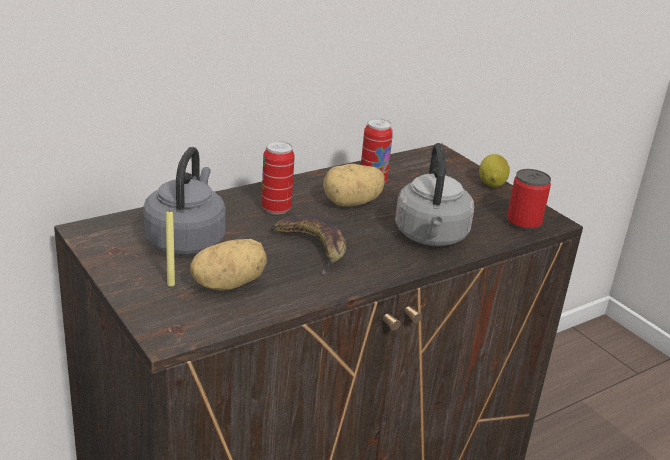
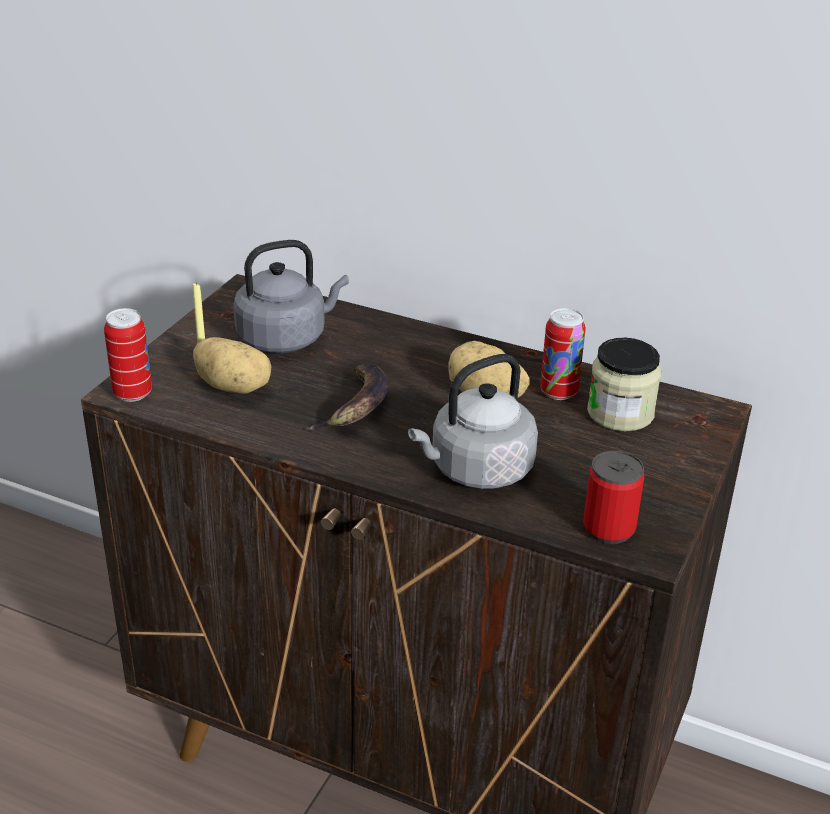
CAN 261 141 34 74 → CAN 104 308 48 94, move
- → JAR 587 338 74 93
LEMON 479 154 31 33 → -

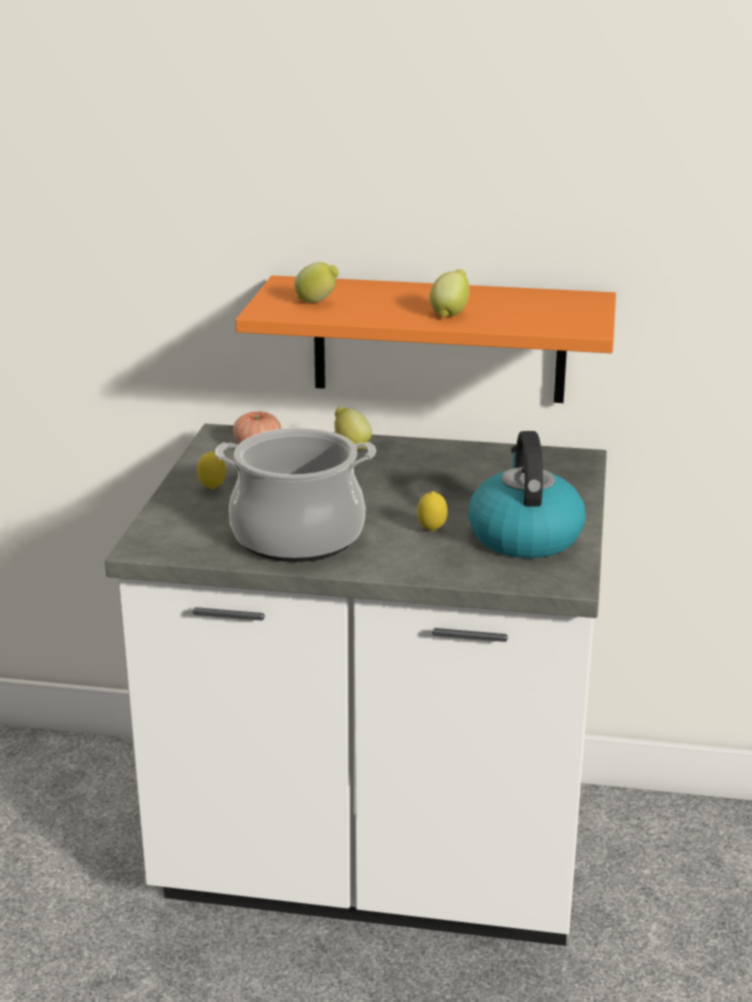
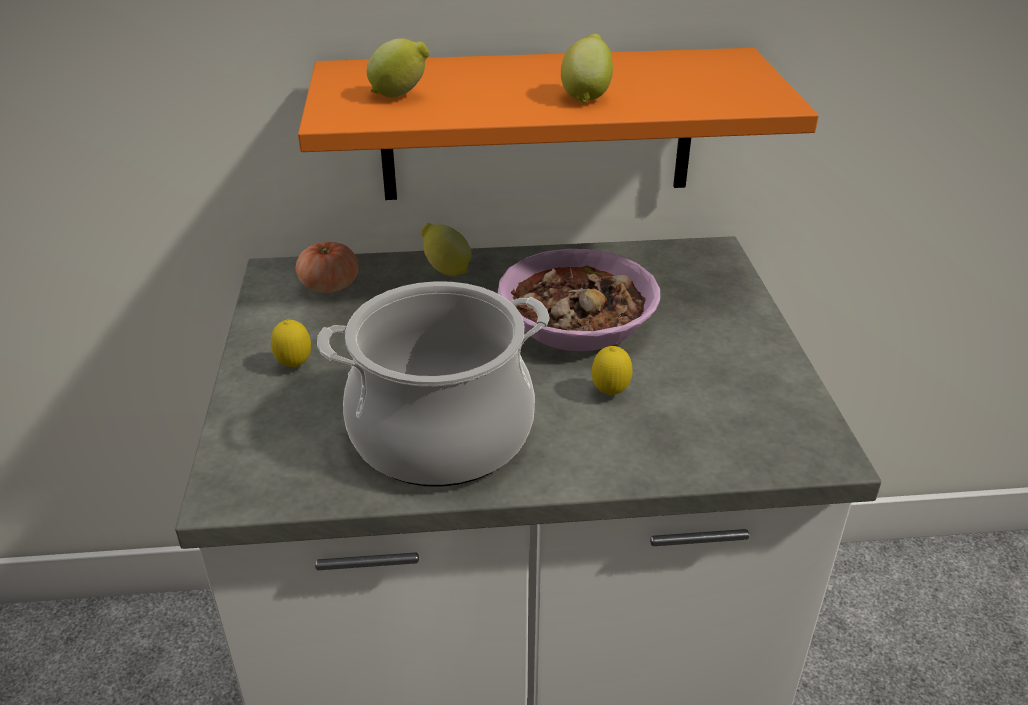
- → BOWL 498 249 162 102
KETTLE 468 431 118 127 → -

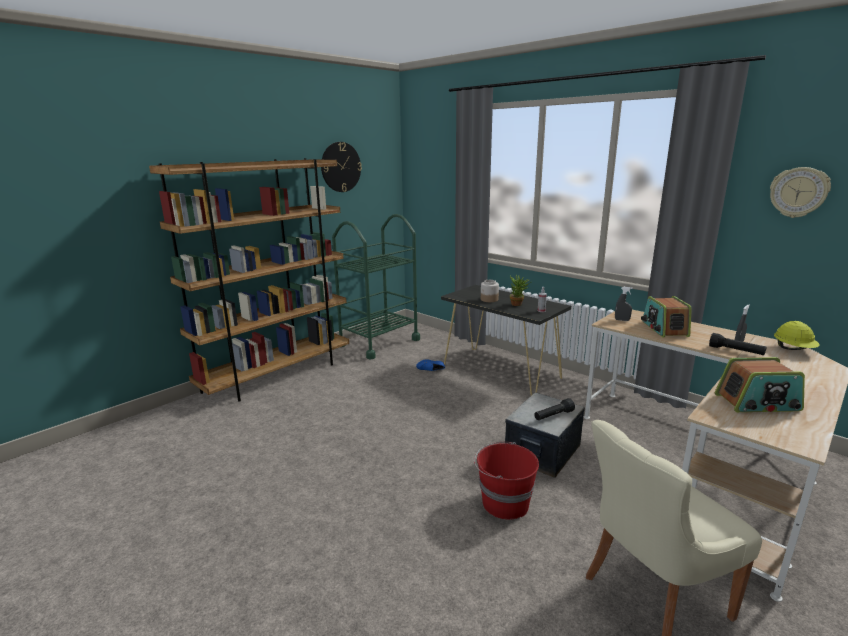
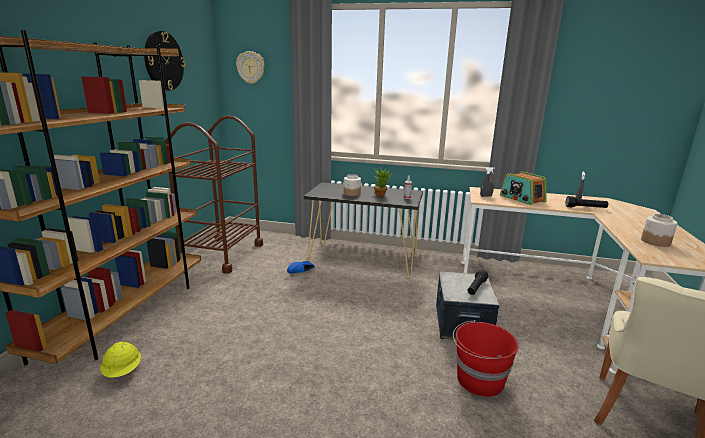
YELLOW HARD HAT 774 321 46 29 → YELLOW HARD HAT 100 342 41 36, move
GREEN CART 332 214 88 146 → BROWN CART 165 116 98 158
WALL CLOCK 770 167 61 51 → WALL CLOCK 236 51 29 33, move
RADIO 714 357 91 55 → JAR 641 214 37 33

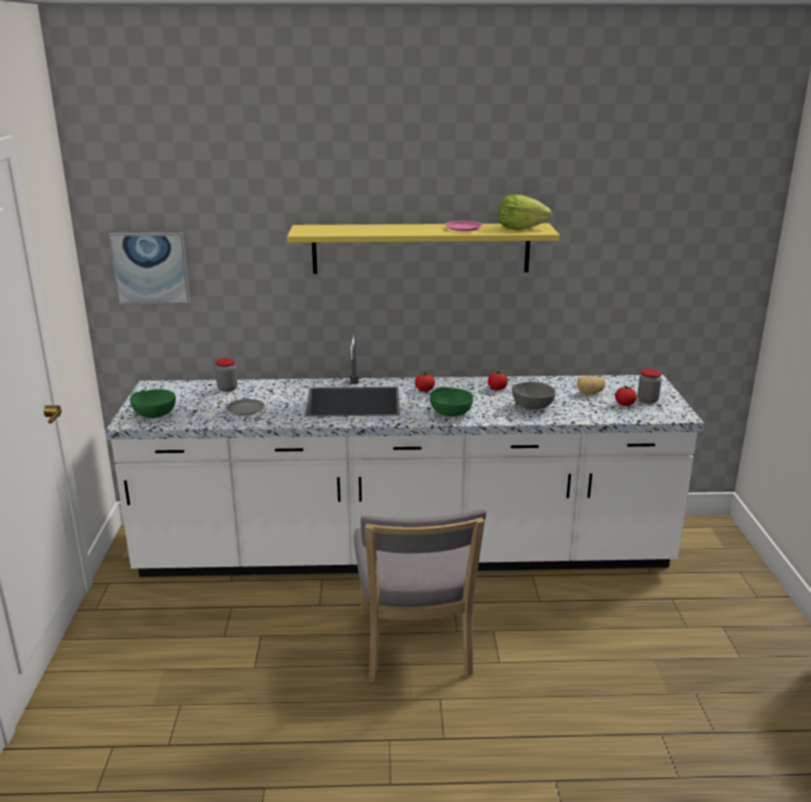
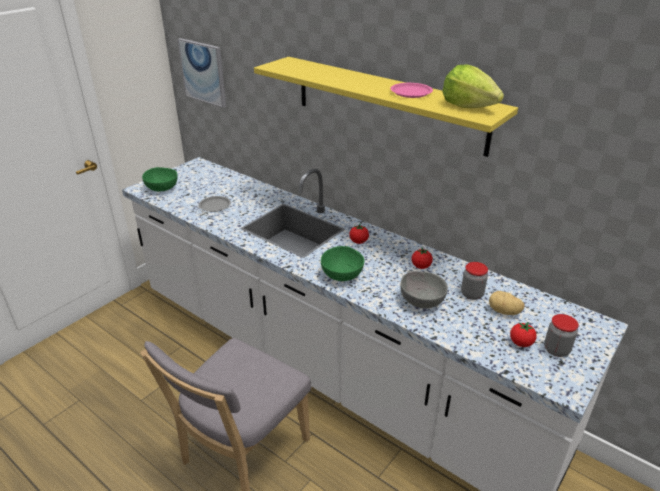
JAR 215 358 23 34 → JAR 461 262 27 38, move

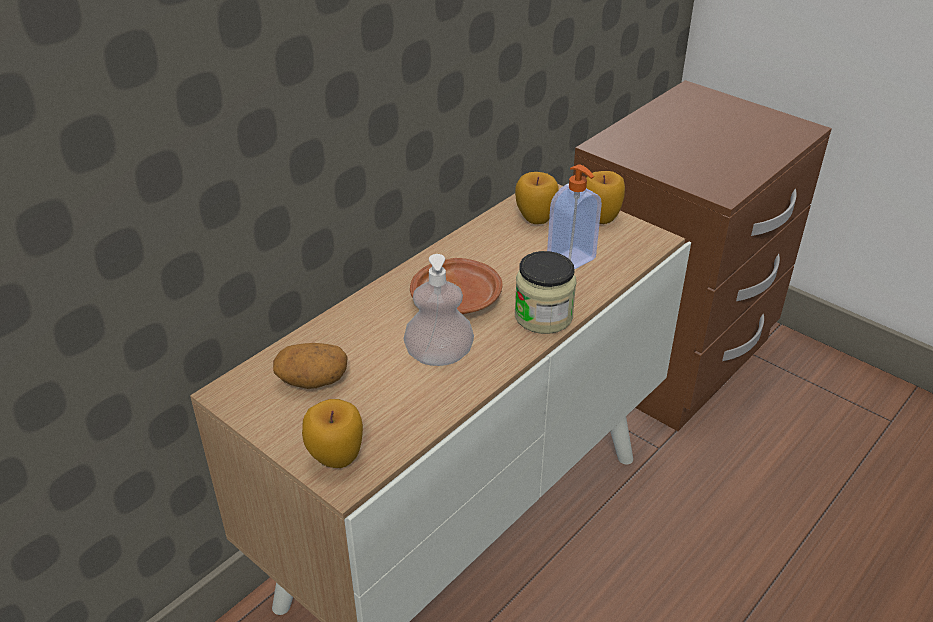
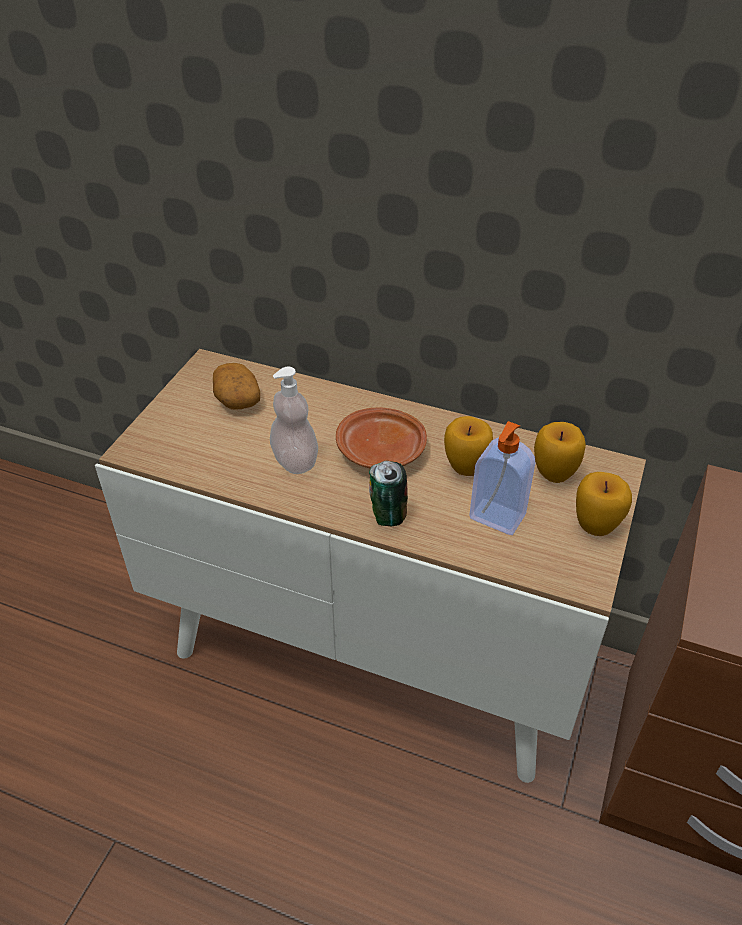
JAR 515 251 61 83 → CAN 369 461 39 65
APPLE 302 399 61 69 → APPLE 444 416 49 60, move

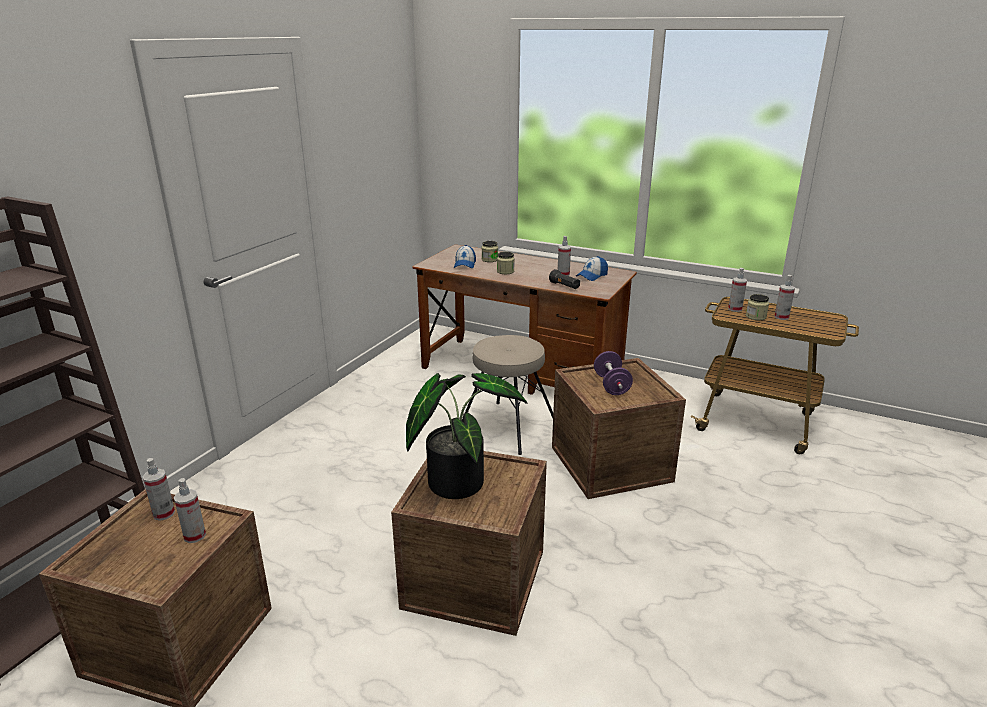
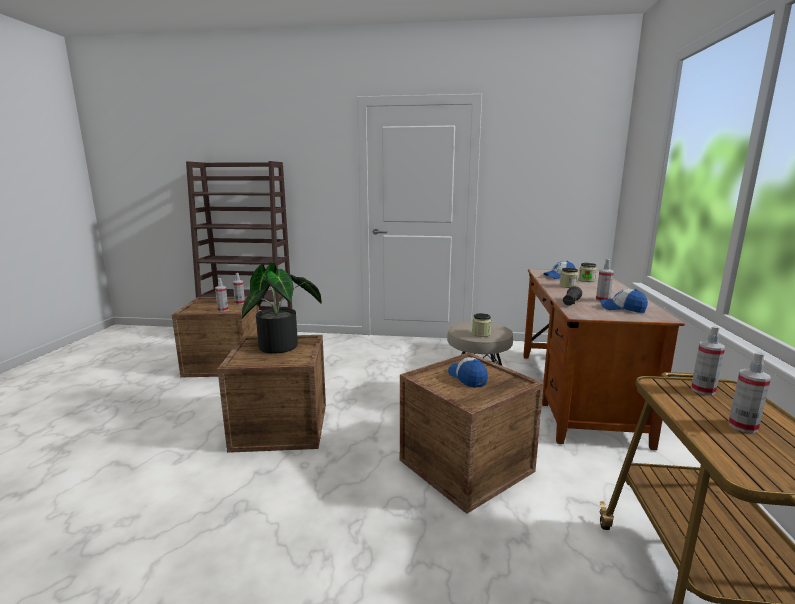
PURPLE DUMBBELL 594 351 39 44 → CAP 448 357 40 31
JAR 746 294 23 26 → JAR 472 313 19 24, move

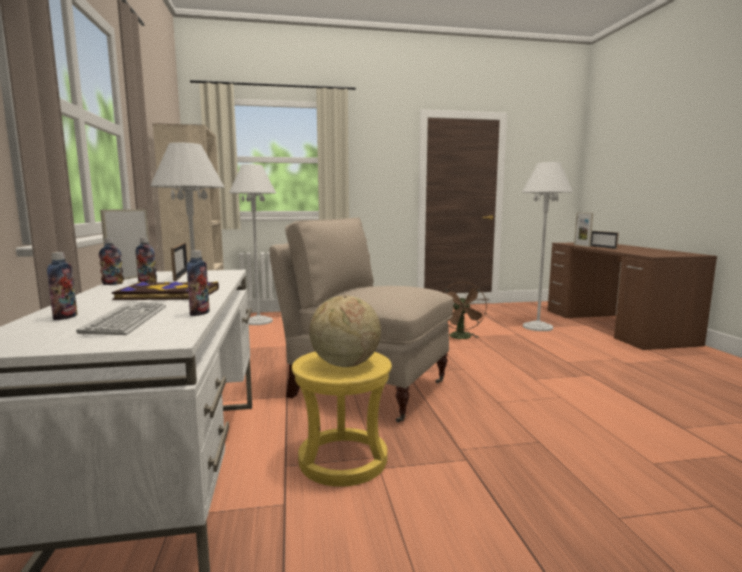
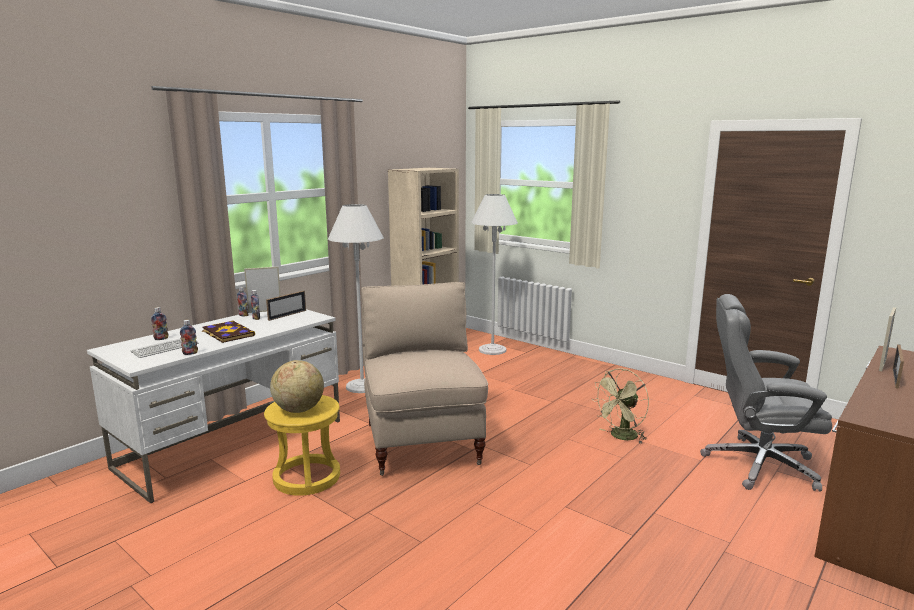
BROWN FAN 442 282 45 57 → GREEN FAN 592 368 57 75
WHITE FLOOR LAMP 522 162 51 169 → GREY OFFICE CHAIR 700 294 132 197

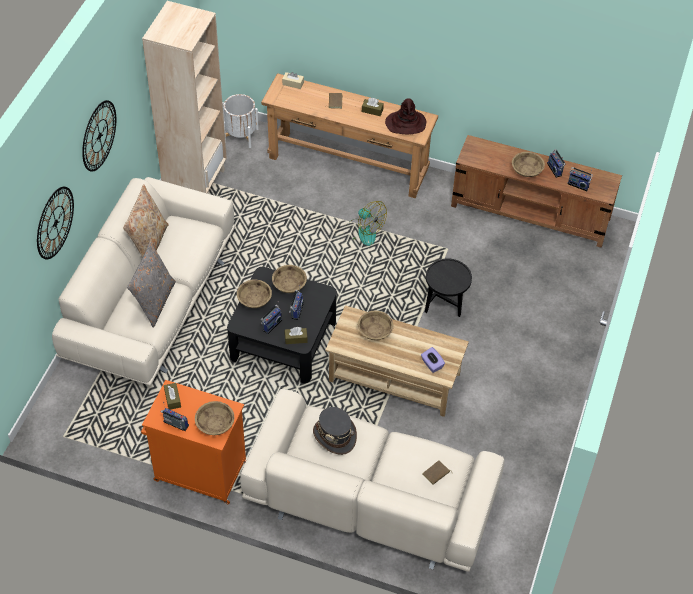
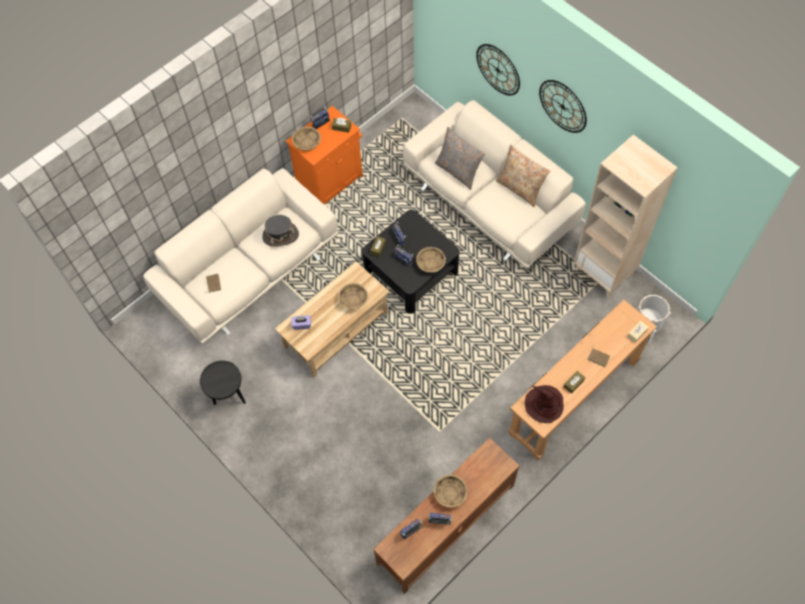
BLACK SIDE TABLE 425 258 47 59 → BLACK SIDE TABLE 200 360 46 45, move
BEIGE BOWL 237 280 35 28 → -
FAN 351 201 36 45 → -

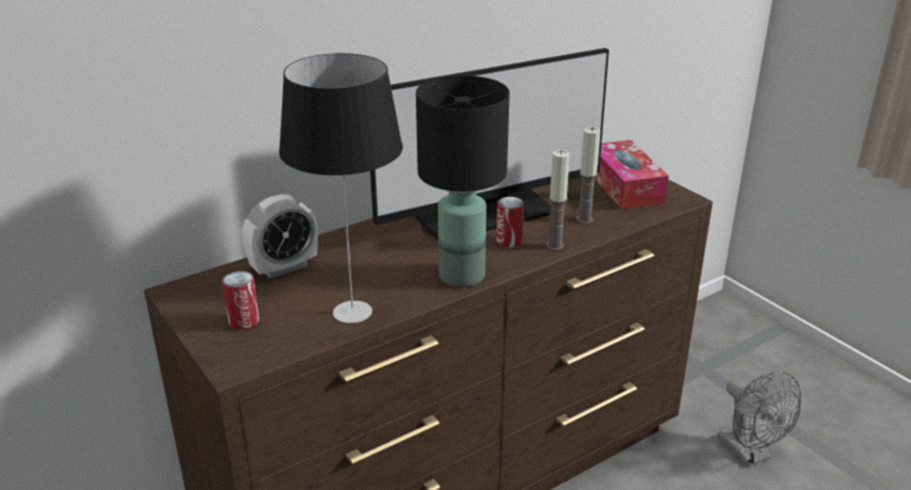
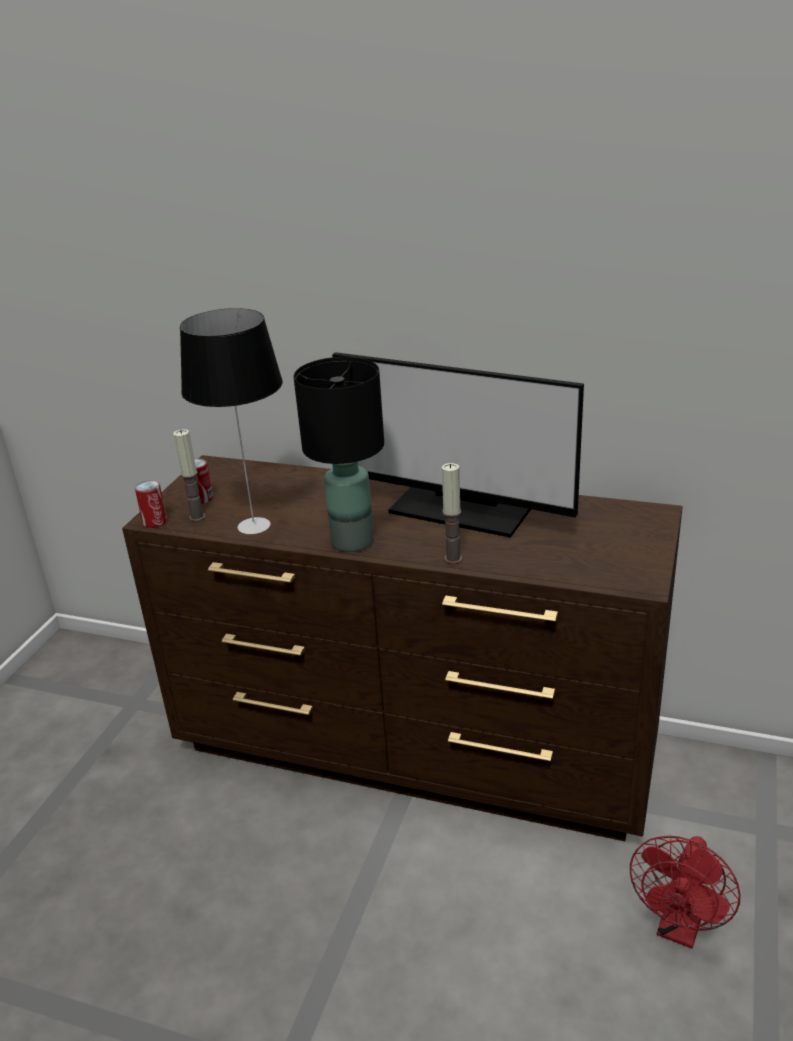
CAN 496 197 28 51 → CAN 135 480 32 48, move
CANDLE 576 127 24 97 → CANDLE 173 429 33 92, move
GREY FAN 718 371 83 96 → RED FAN 630 836 111 113
ALARM CLOCK 242 194 76 85 → -
TISSUE BOX 595 140 74 69 → -

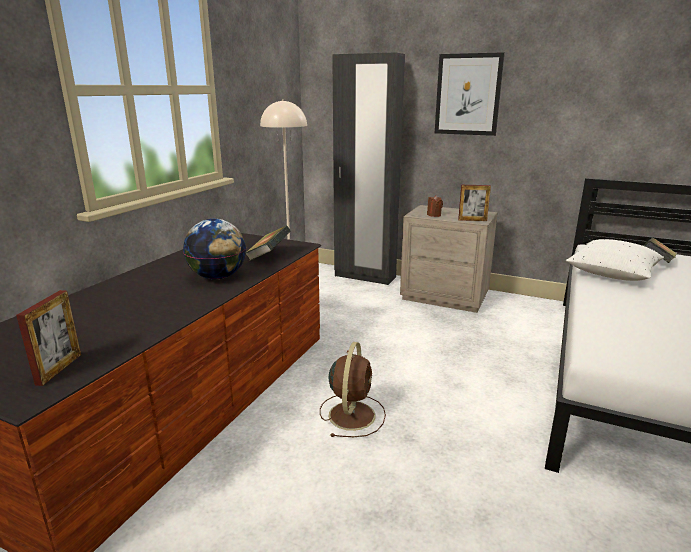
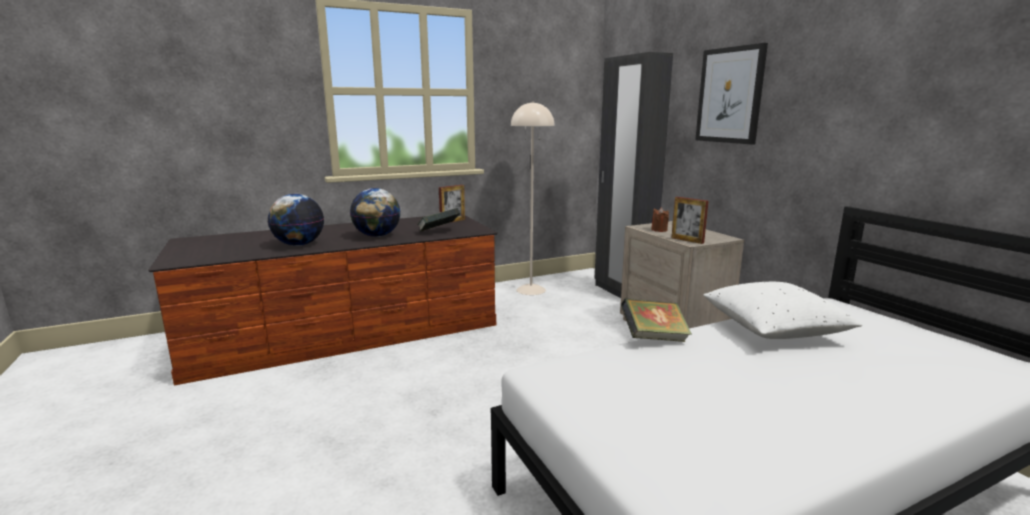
- → GLOBE 268 194 56 52
PICTURE FRAME 16 290 65 96 → PICTURE FRAME 439 185 26 37, move
BOOK 644 238 33 25 → BOOK 621 298 71 44, move
BROWN FAN 320 342 66 95 → -

